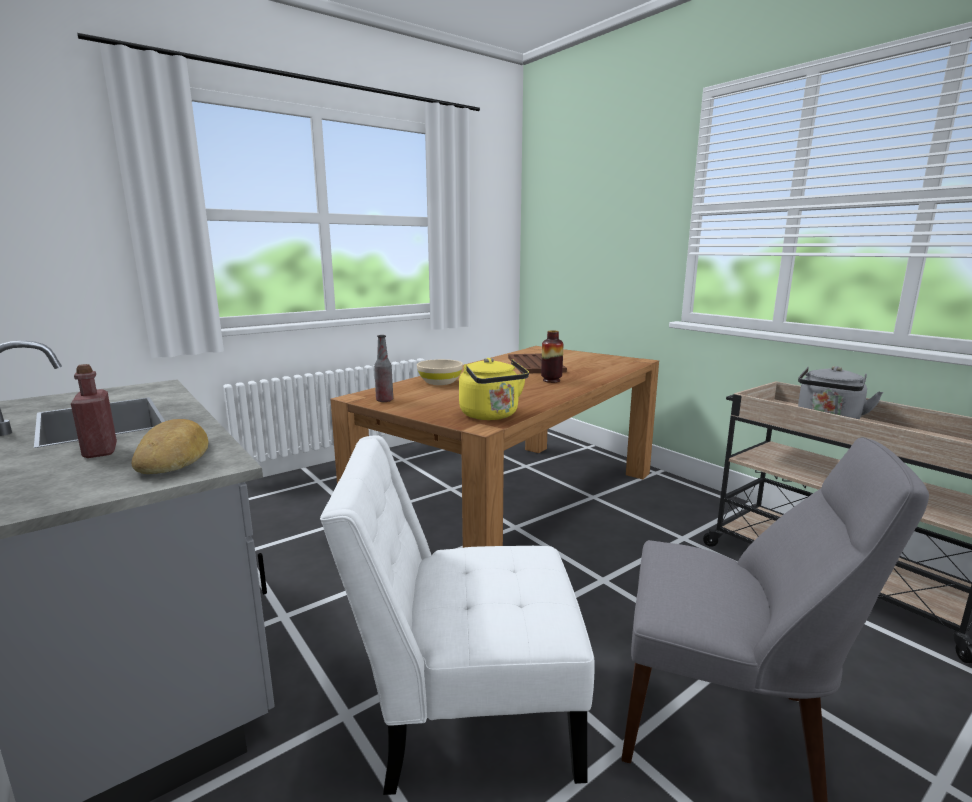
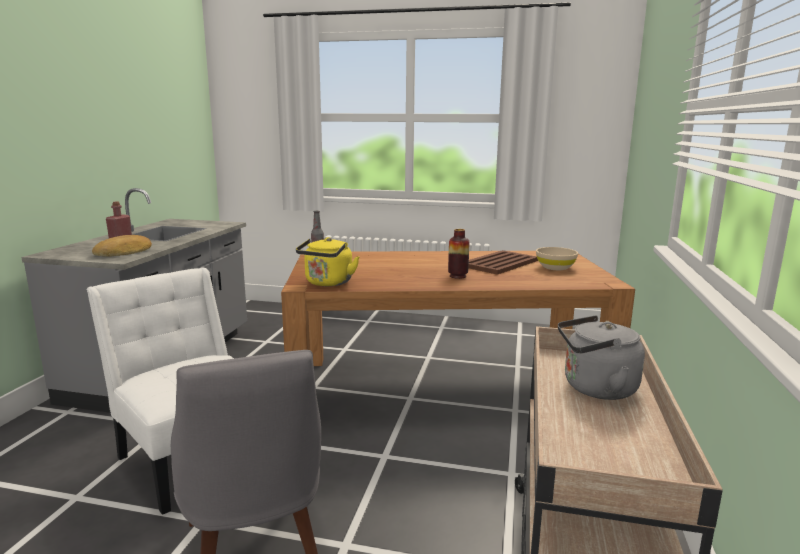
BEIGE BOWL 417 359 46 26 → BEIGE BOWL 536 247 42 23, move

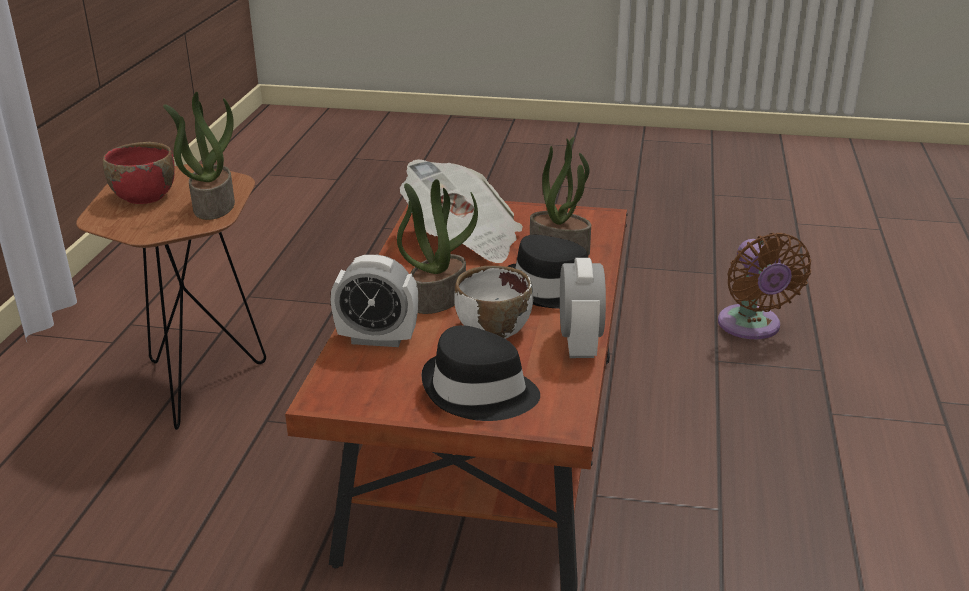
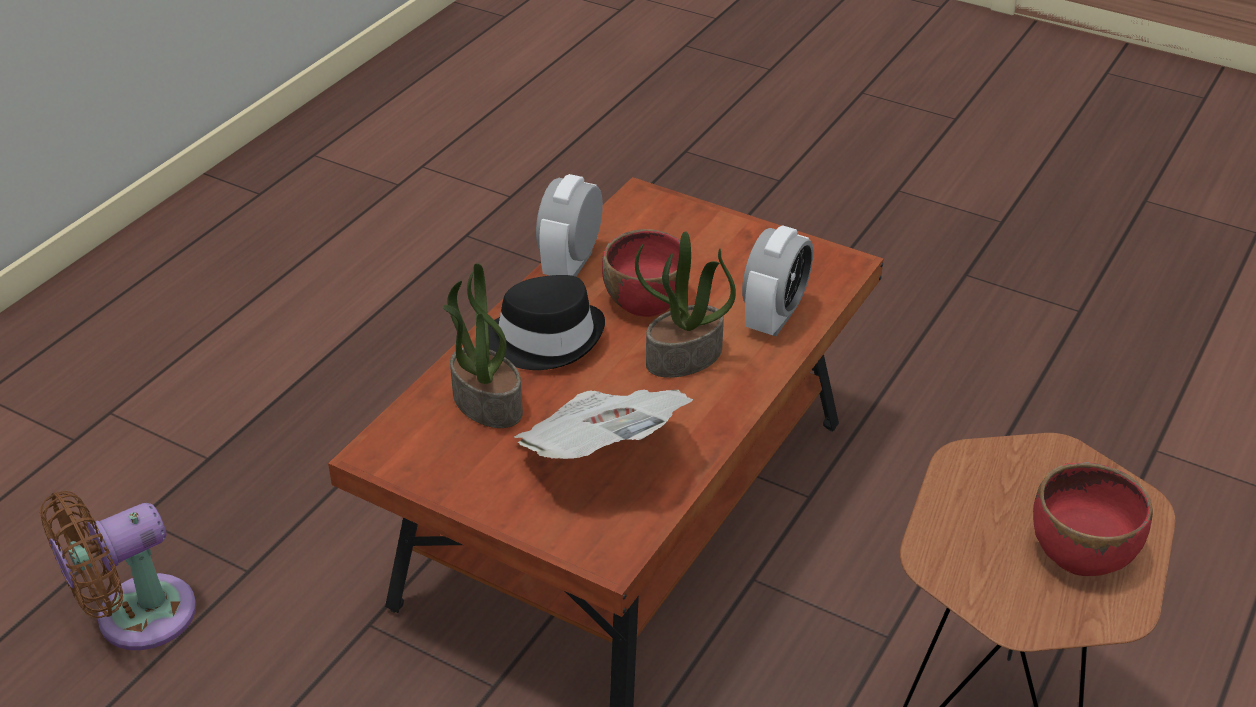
BROWN FAN 718 233 93 106 → BROWN FAN 40 491 156 159, 135 degrees counterclockwise
WHITE BOWL 454 266 79 73 → RED BOWL 602 229 88 88
ALARM CLOCK 331 255 87 92 → ALARM CLOCK 742 225 71 111, 90 degrees clockwise
POTTED PLANT 163 92 72 128 → -
BLACK HAT 421 325 119 96 → -

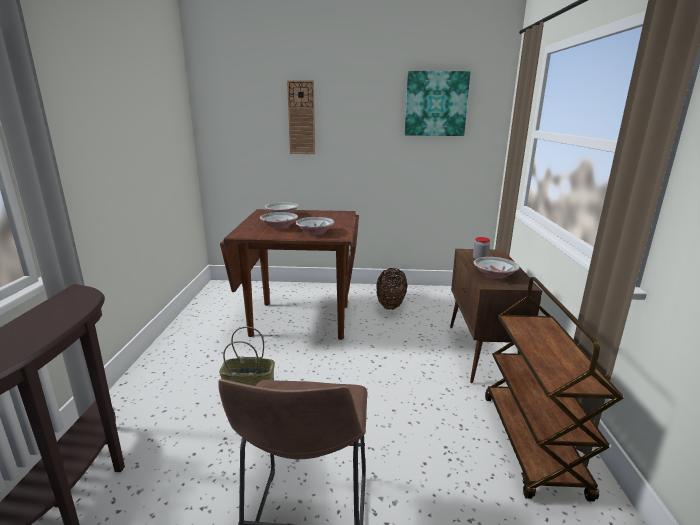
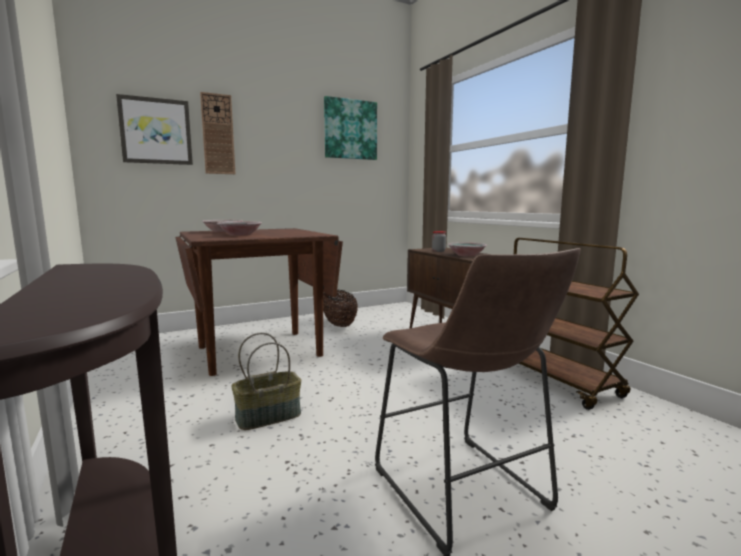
- → PICTURE 116 94 77 71
BOWL 296 217 38 18 → -

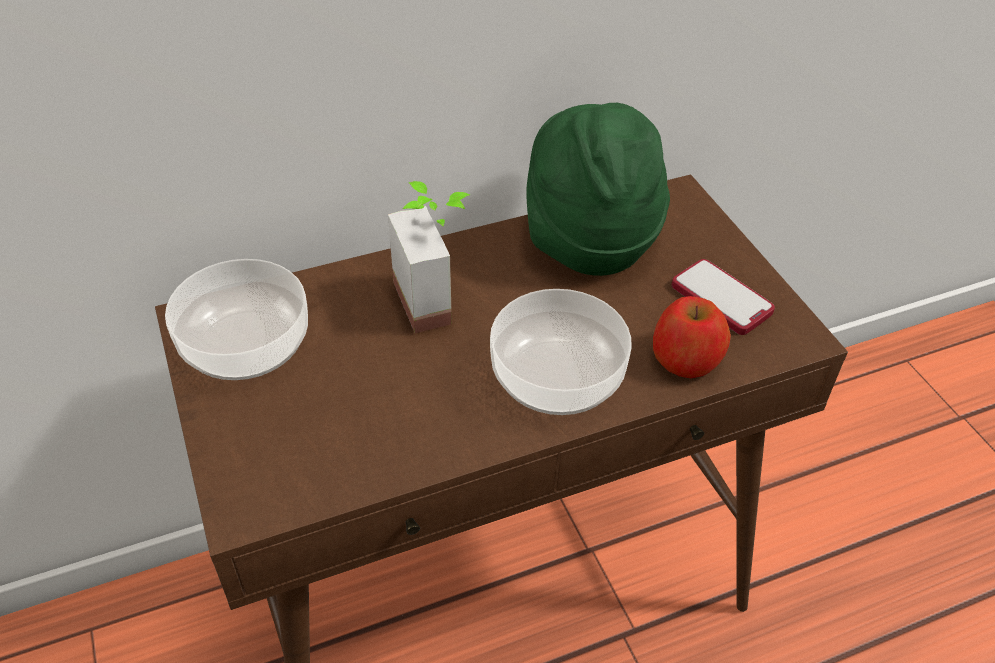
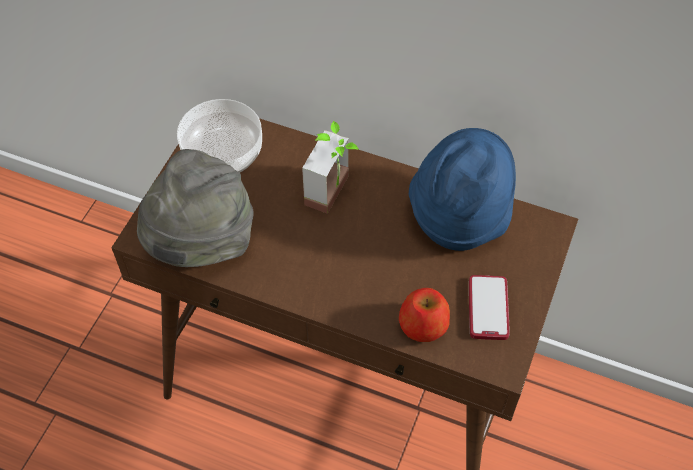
- → GREY HAT 137 149 117 118
GREEN HAT 527 103 143 173 → BLUE HAT 409 128 107 123
BOWL 490 289 142 126 → -

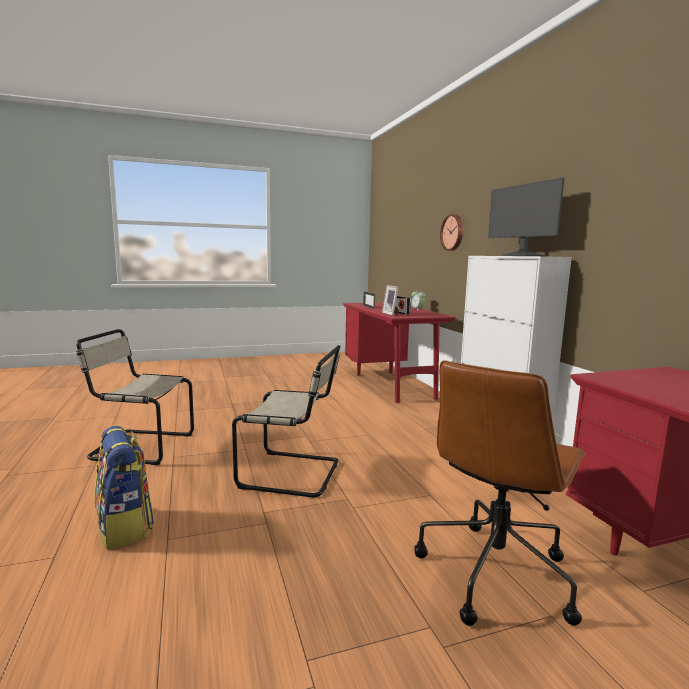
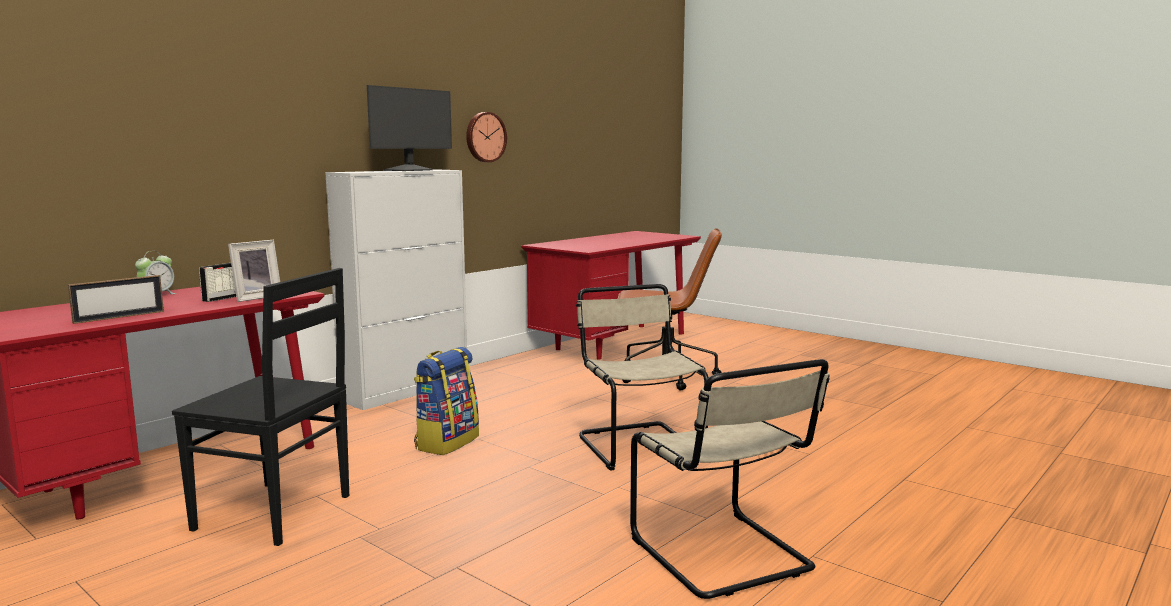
- → BLACK CHAIR 172 268 177 278
BACKPACK 95 426 60 124 → BACKPACK 414 347 65 108, move
WALL CLOCK 440 214 23 37 → WALL CLOCK 466 112 41 50, move

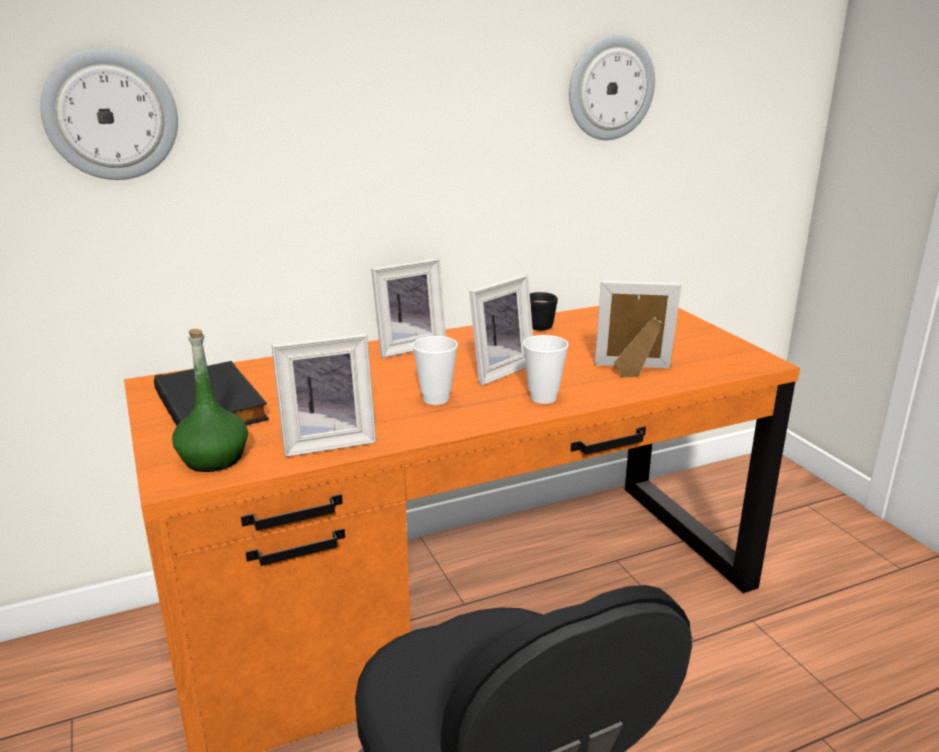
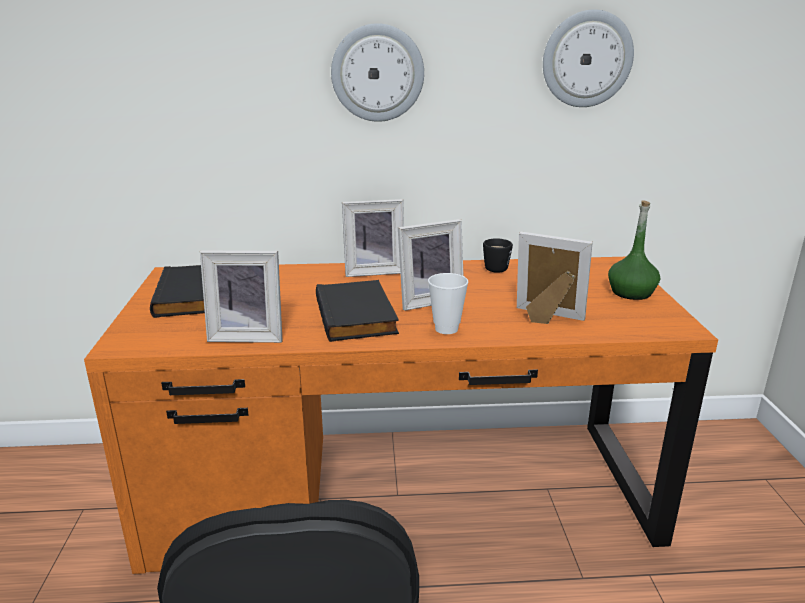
CUP 412 336 46 69 → BLACK BOOK 316 280 83 62
WALL CLOCK 40 49 138 131 → WALL CLOCK 331 23 93 99, move
GREEN BOTTLE 172 329 76 143 → GREEN BOTTLE 608 201 52 99, move

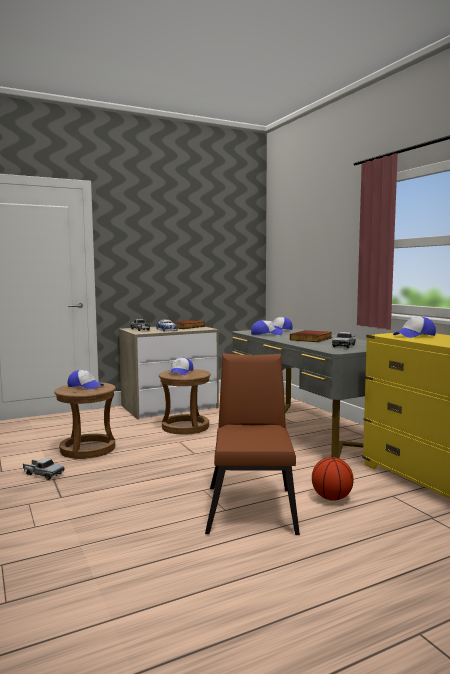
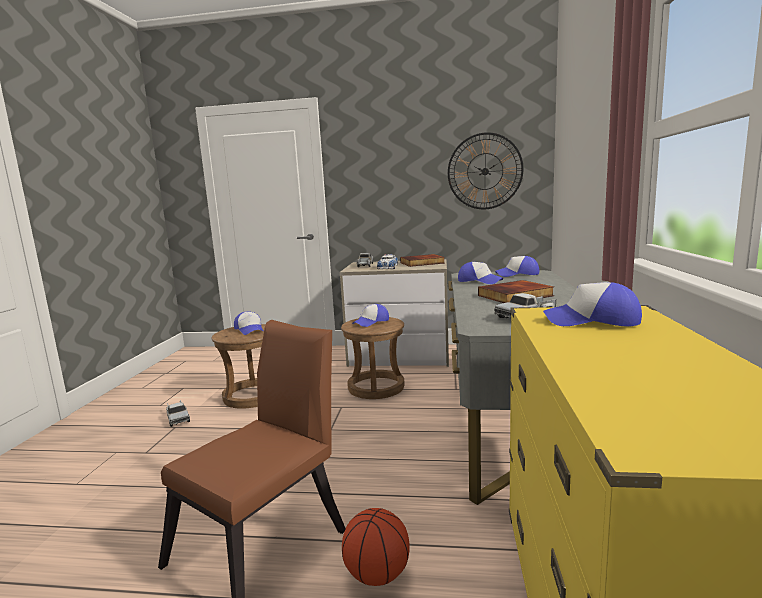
- → WALL CLOCK 448 132 76 77

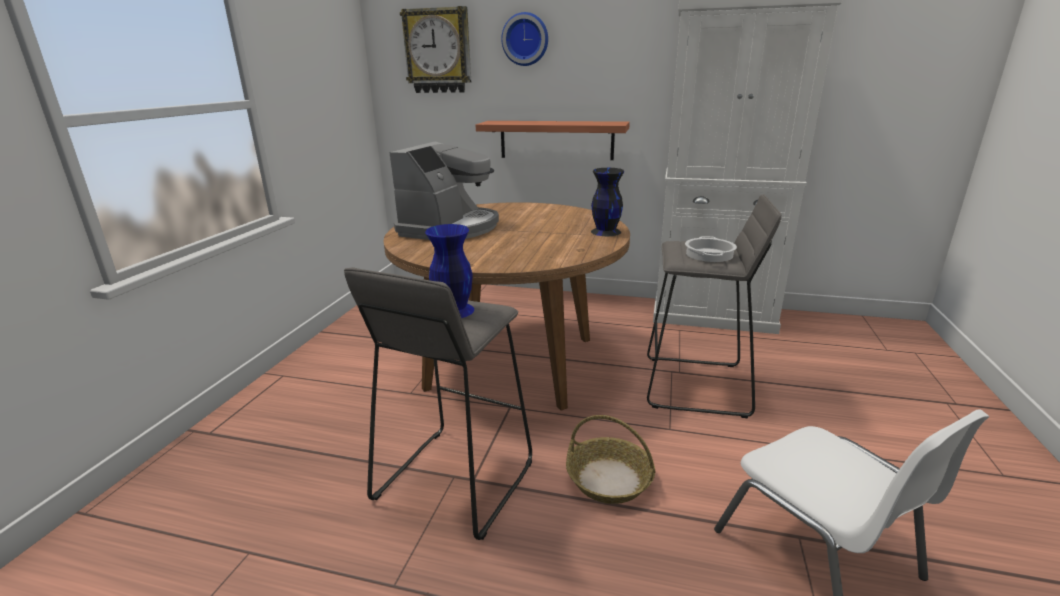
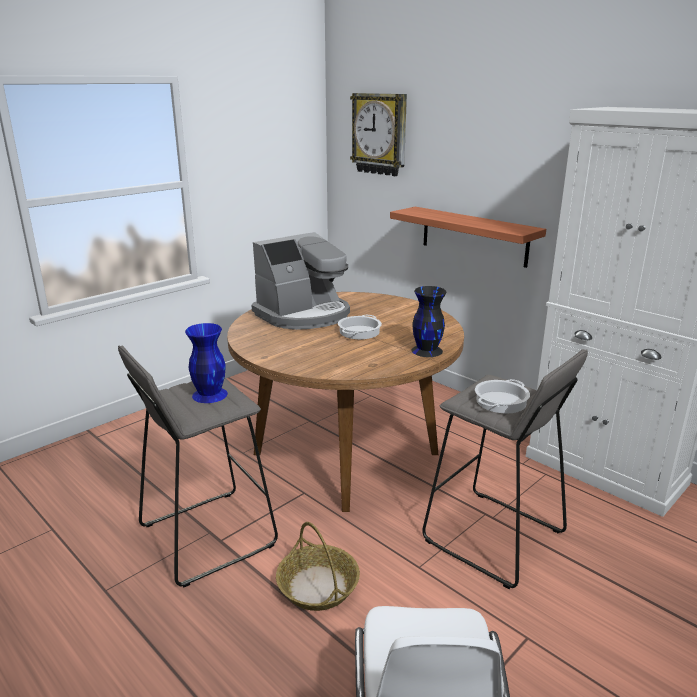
- → COOKING POT 338 315 44 24
WALL CLOCK 501 12 47 54 → -

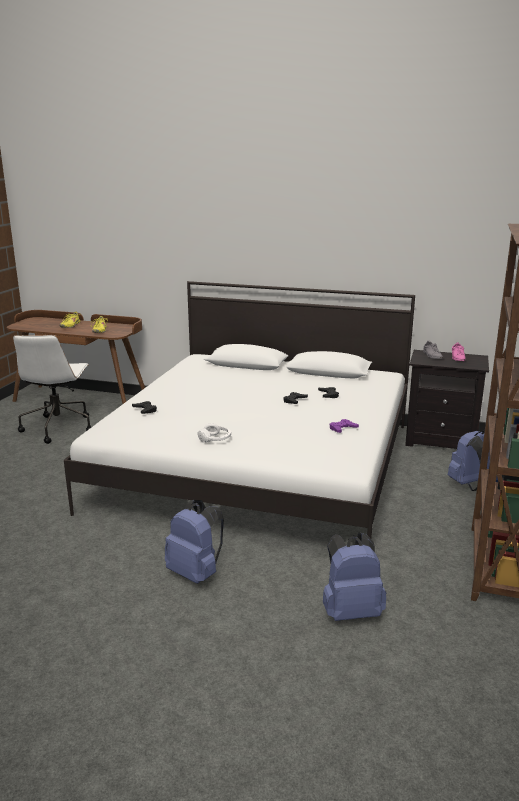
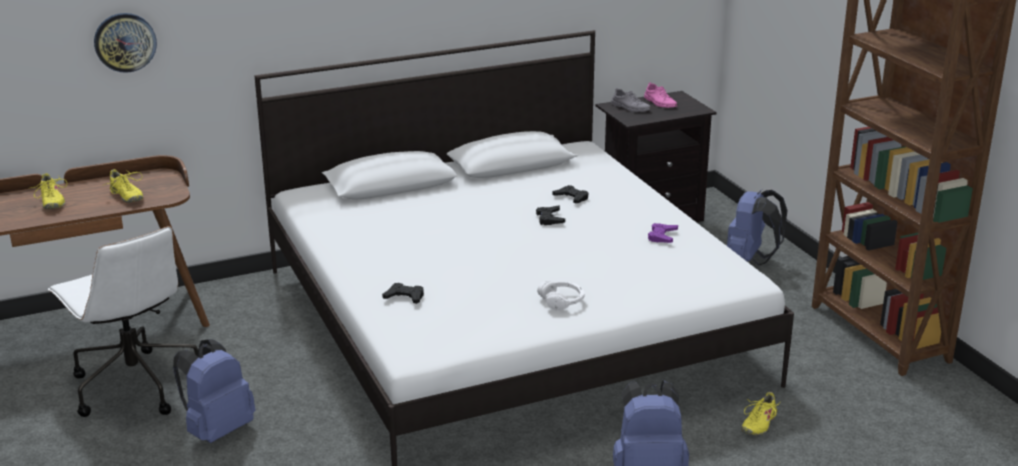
- → WALL CLOCK 94 13 63 60
BLUE BACKPACK 323 532 63 89 → BLUE BACKPACK 173 339 82 104, move
- → YELLOW SHOE 741 392 41 43

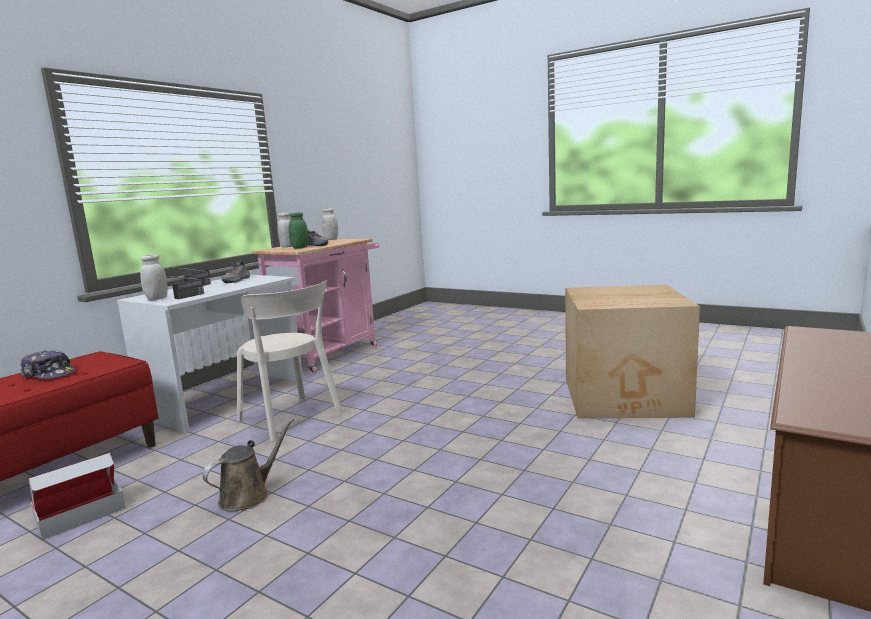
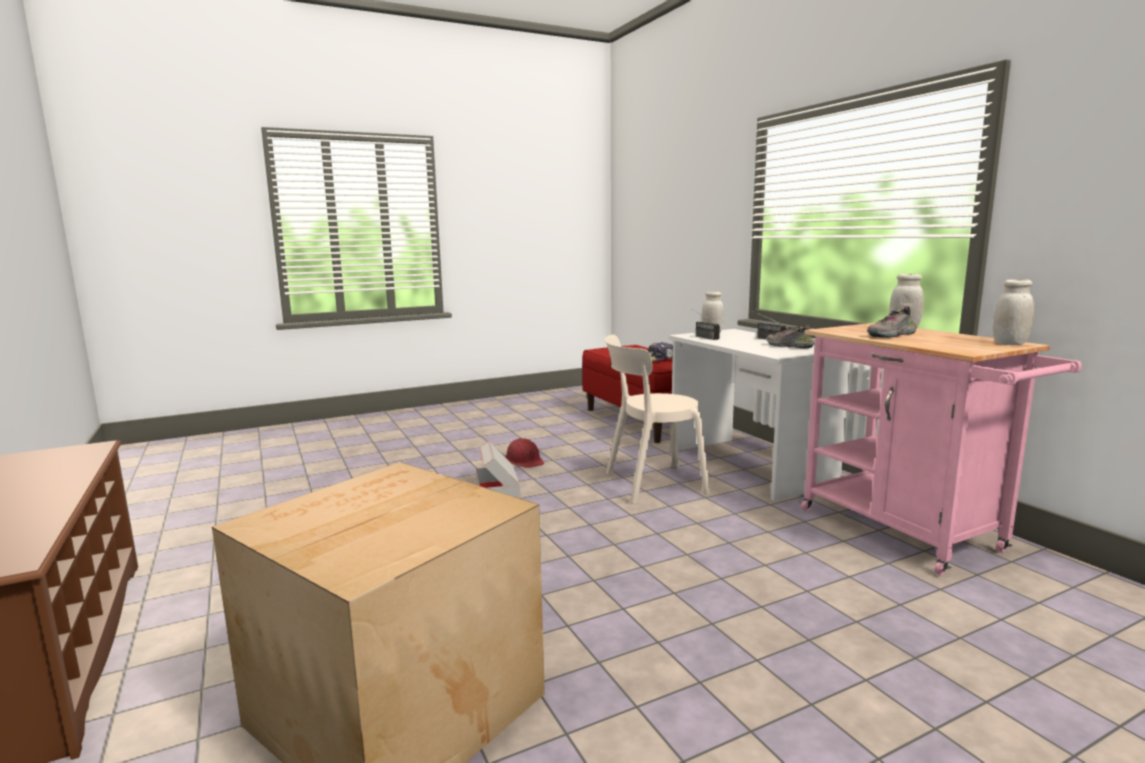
CARDBOARD BOX 29 453 97 87 → CARDBOARD BOX 477 441 43 57, move
BROWN WATERING CAN 202 418 92 94 → RED HARD HAT 505 438 39 30
GREEN JAR 289 212 19 37 → -

